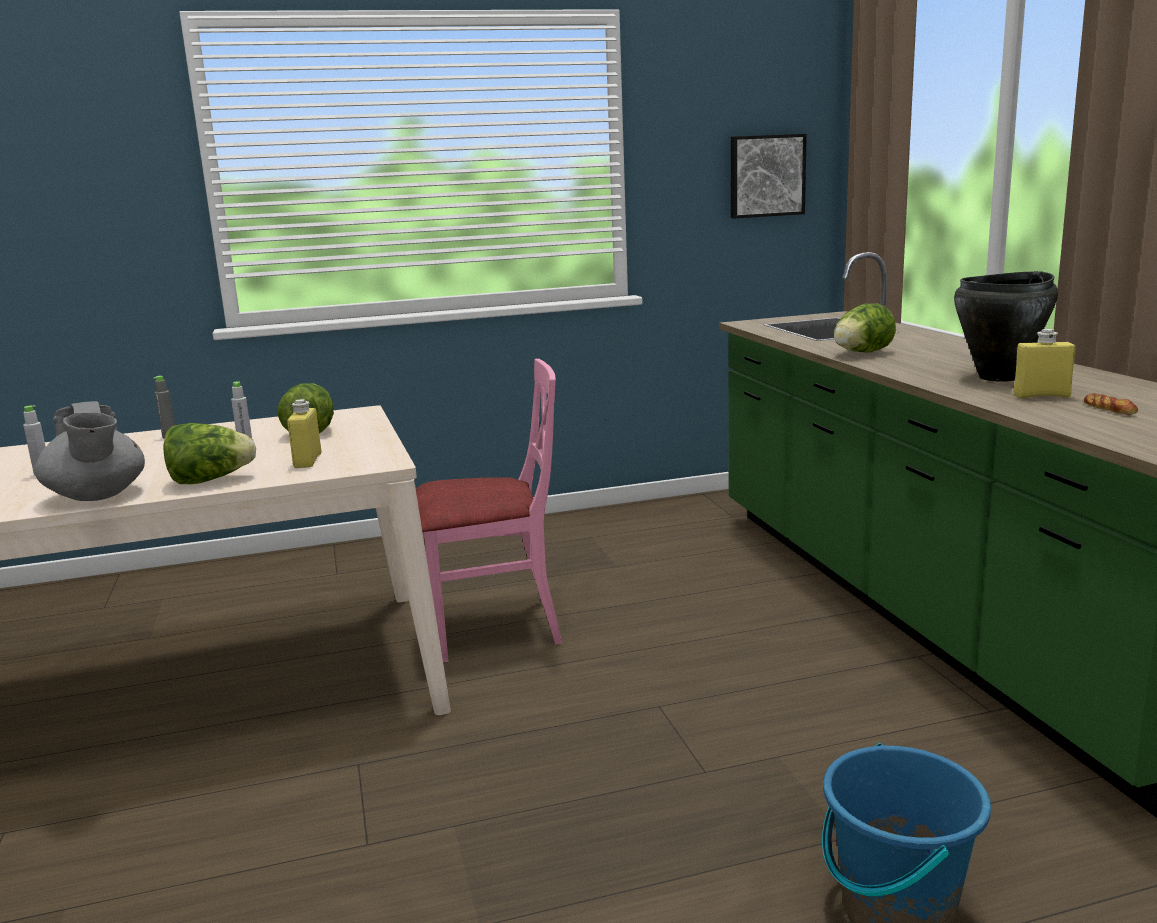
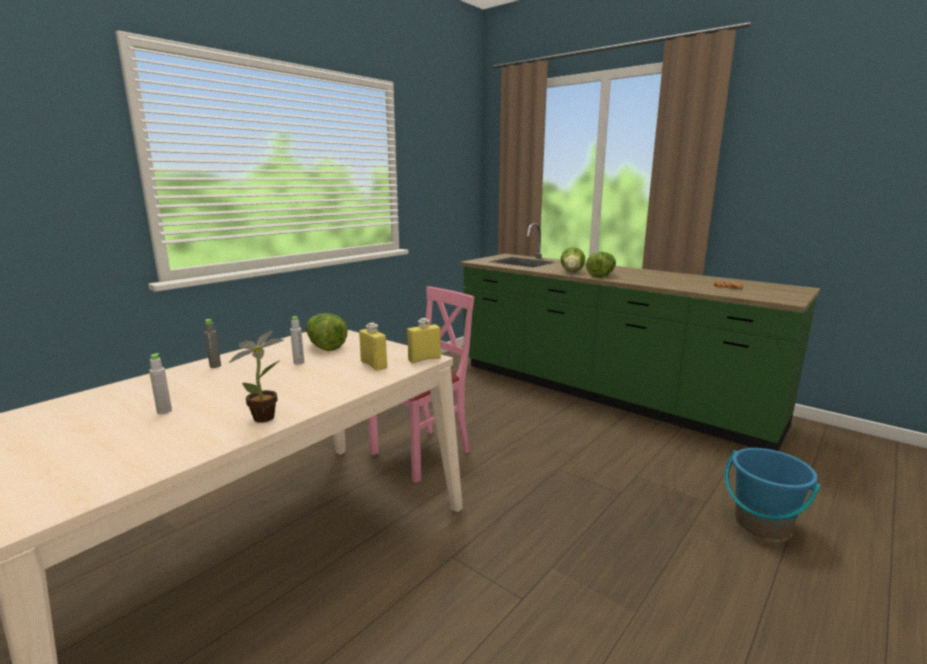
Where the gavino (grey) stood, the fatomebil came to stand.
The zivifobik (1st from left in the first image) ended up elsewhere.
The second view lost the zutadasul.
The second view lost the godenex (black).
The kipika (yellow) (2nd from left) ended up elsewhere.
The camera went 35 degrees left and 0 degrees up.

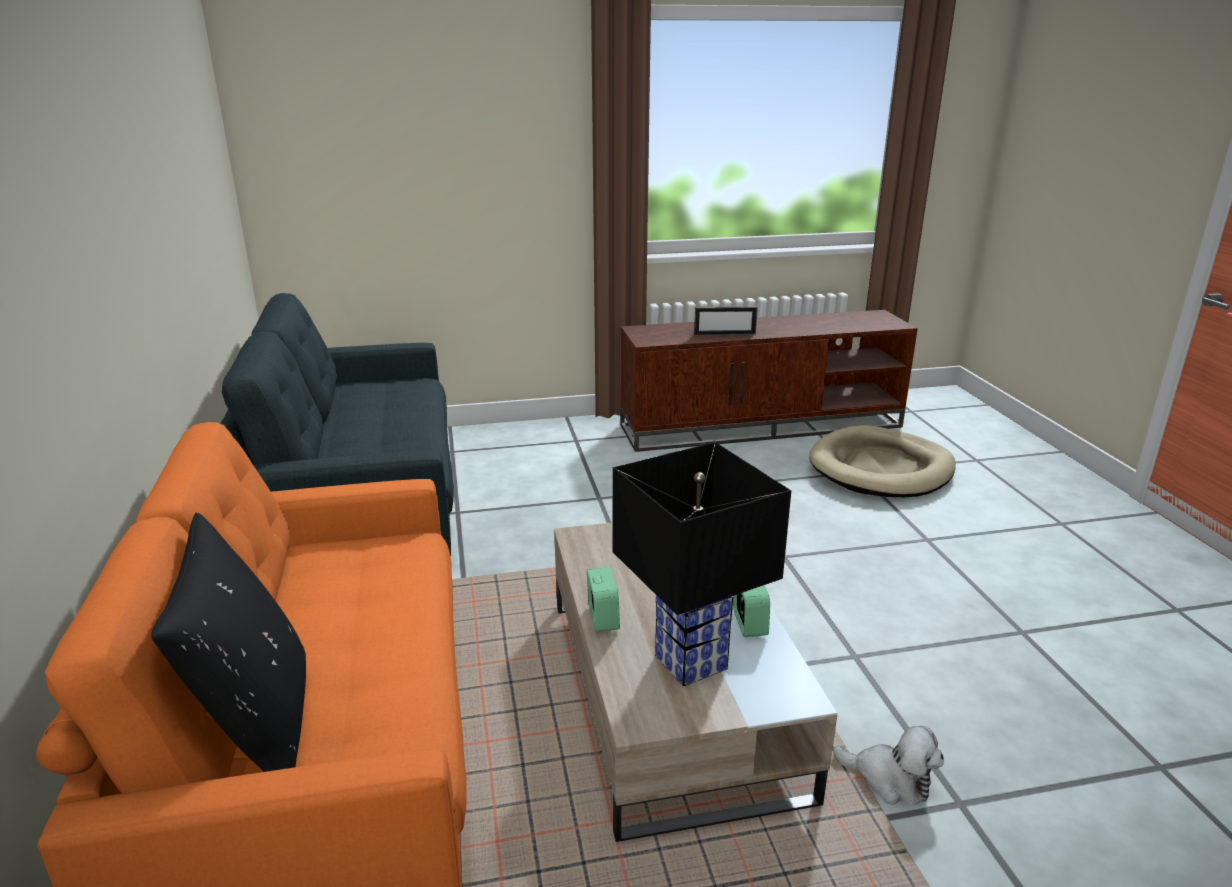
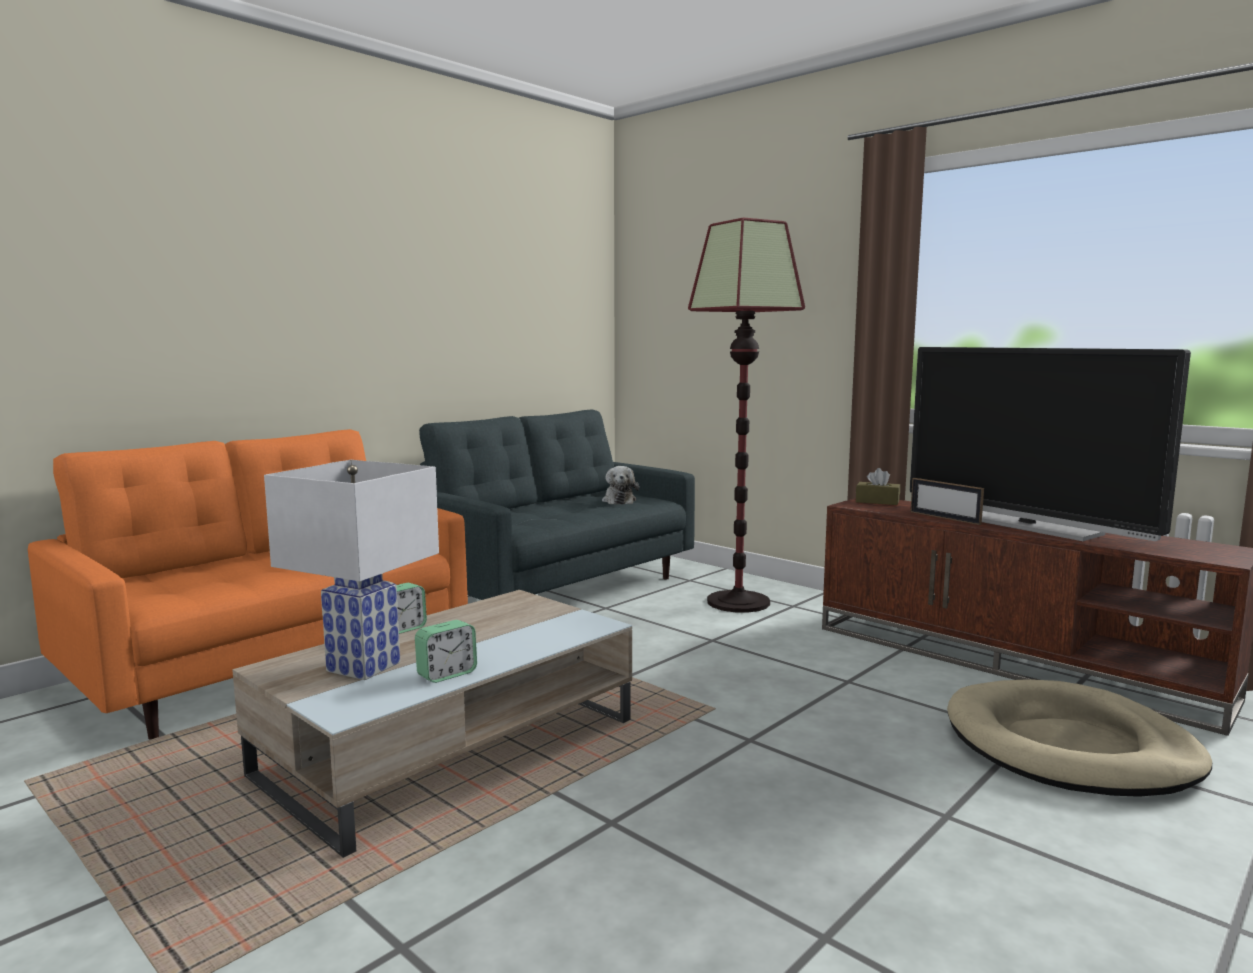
The second view lost the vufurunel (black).
What was the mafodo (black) turned into the mafodo (white).
The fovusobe ended up elsewhere.
The second view gained the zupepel.
The second view gained the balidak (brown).
The second view gained the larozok.
The camera went 55 degrees right and 15 degrees down.

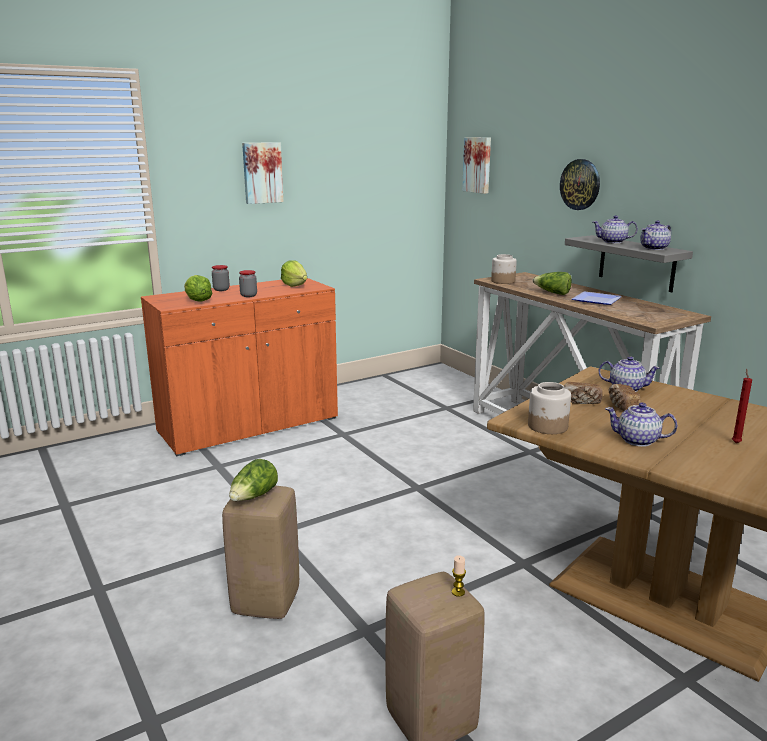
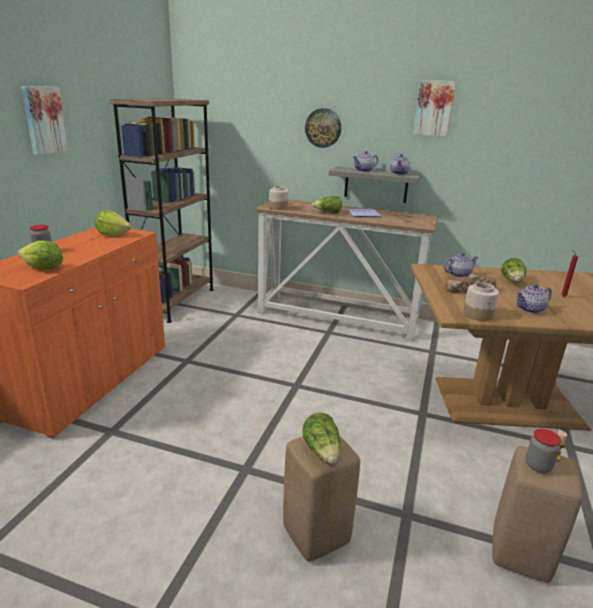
The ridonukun (2nd from left in the first image) ended up elsewhere.
The zutadasul (2nd from left) ended up elsewhere.
The second view gained the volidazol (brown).
The second view gained the zivifobik (5th from left).
The camera went 40 degrees left and 5 degrees up.

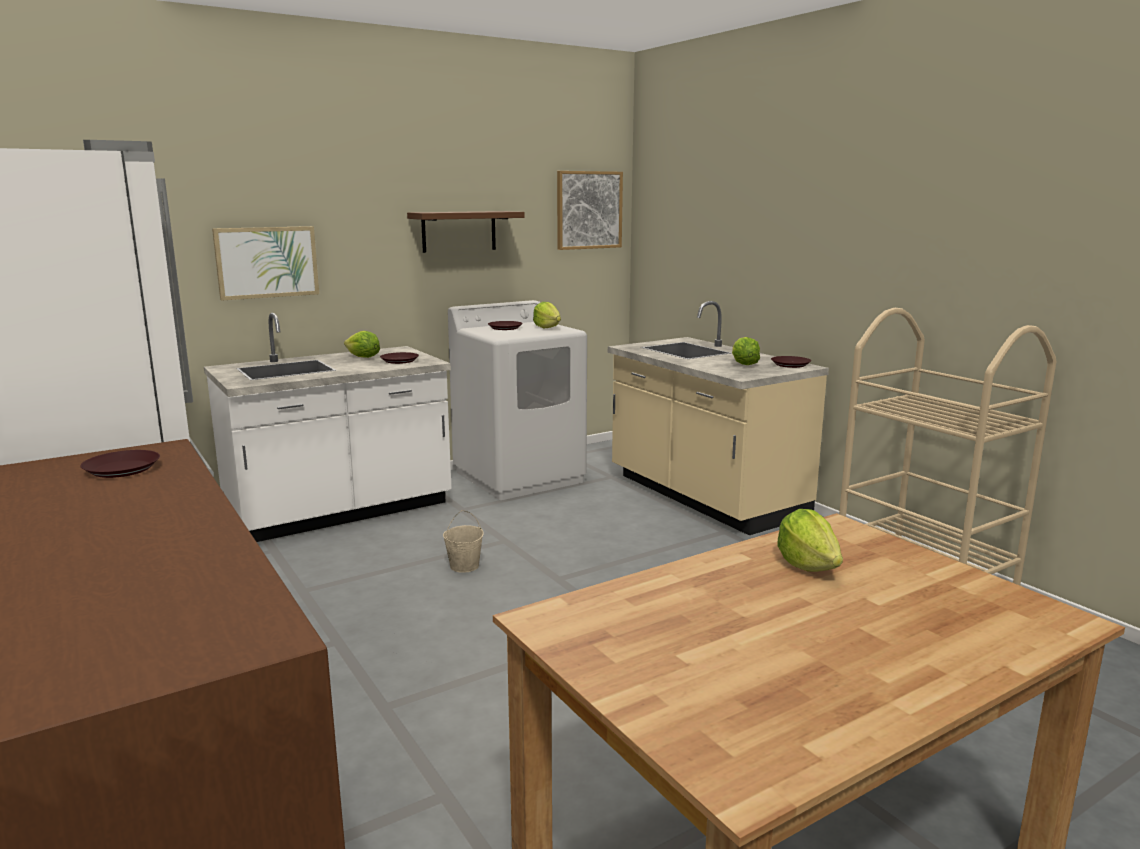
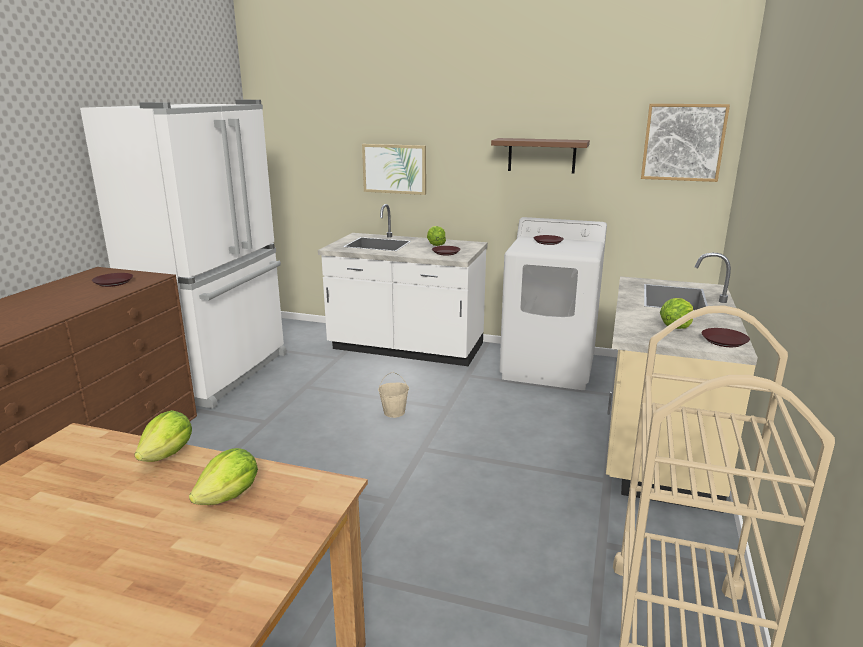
The zivifobik (2nd from left in the first image) ended up elsewhere.
The camera went 50 degrees right and 5 degrees up.

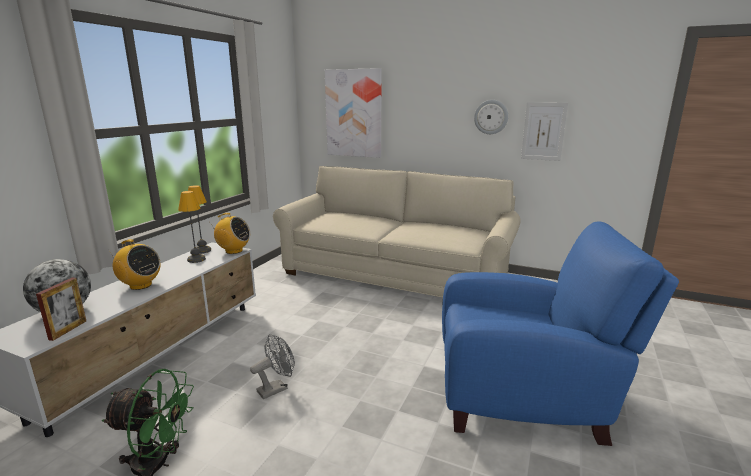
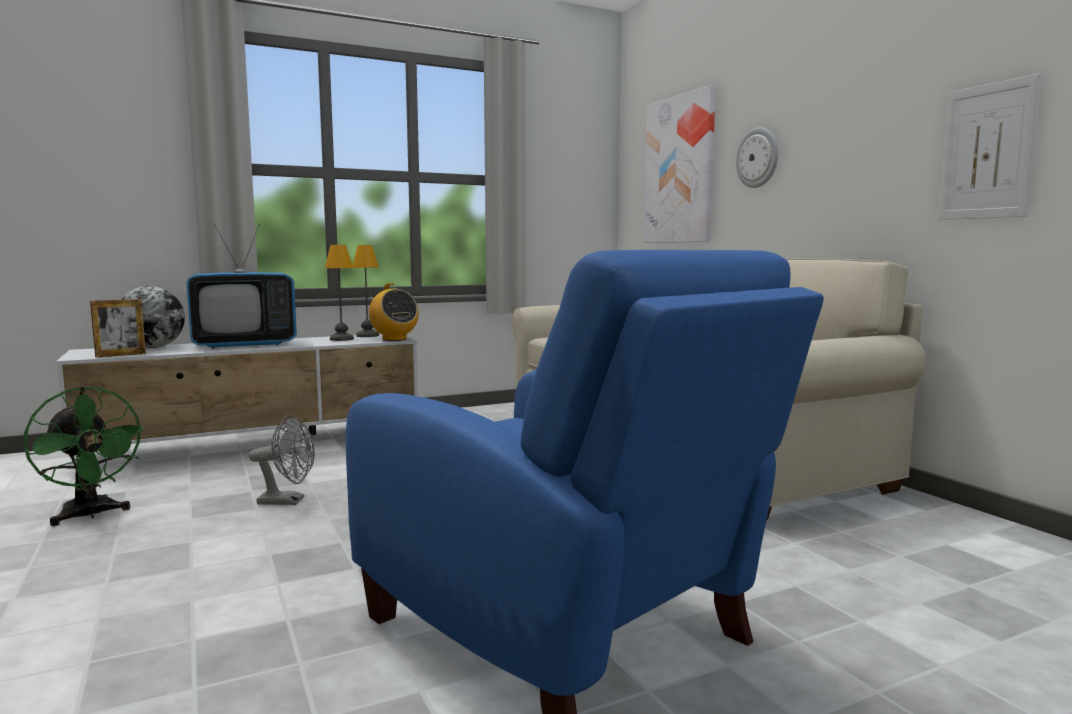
Where the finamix (1st from left) stood, the larozok came to stand.
The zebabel ended up elsewhere.
The camera went 40 degrees right and 10 degrees down.

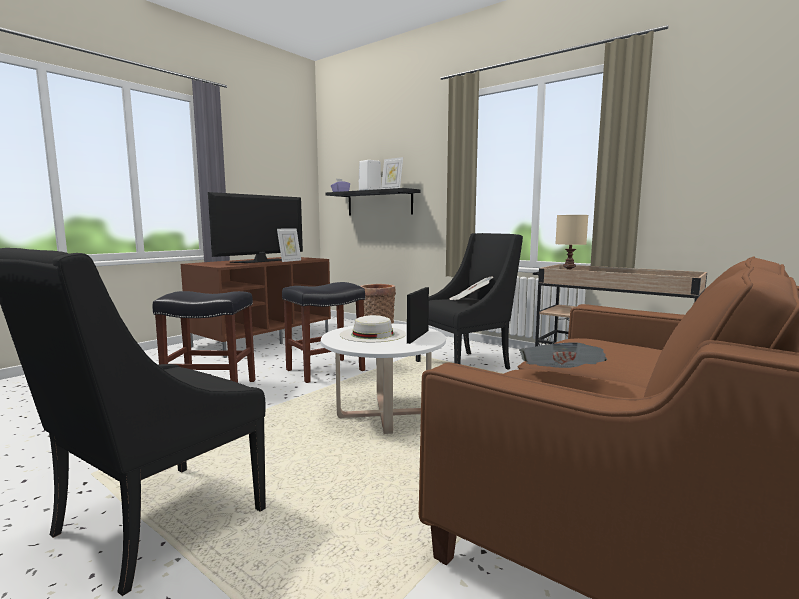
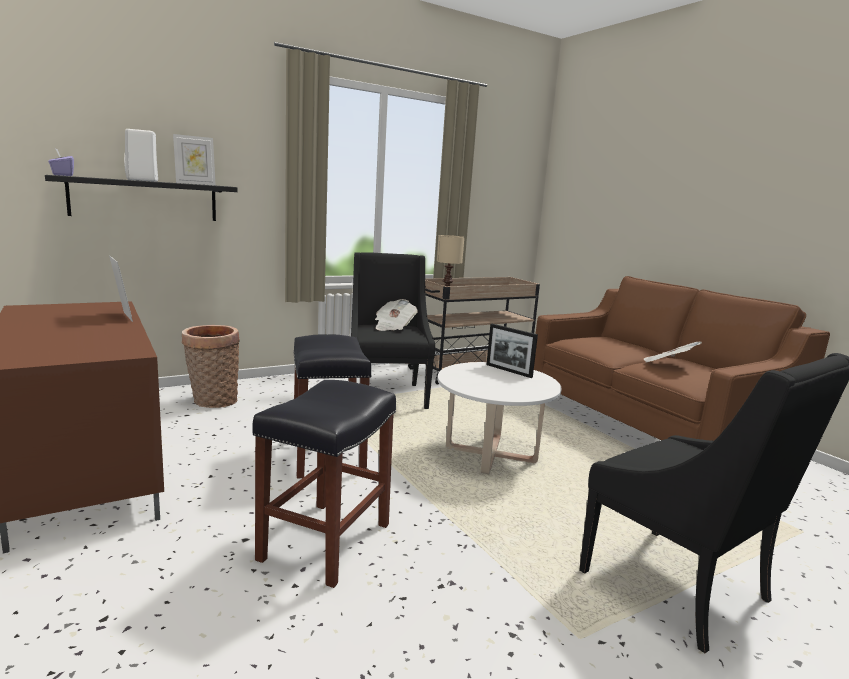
The second view lost the larozok.
The second view lost the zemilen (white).
The camera went 70 degrees left and 5 degrees up.

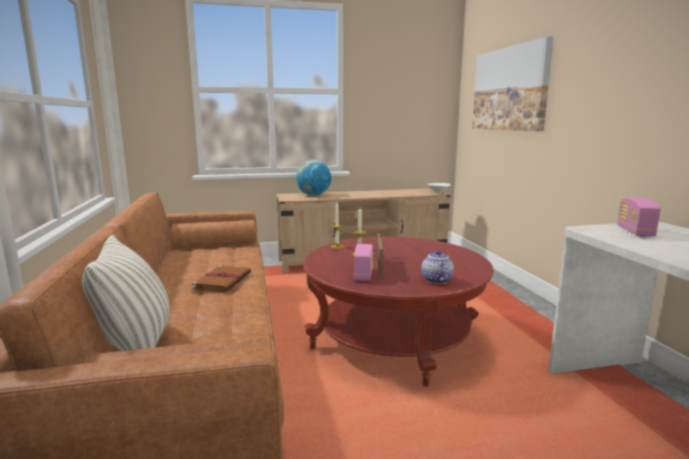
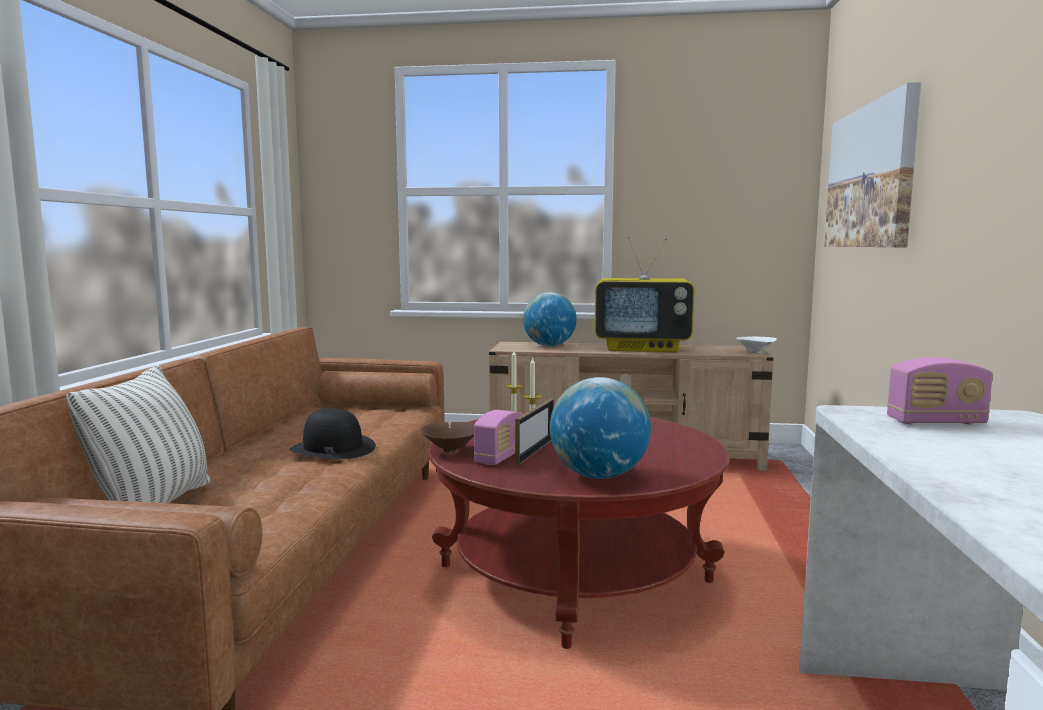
Where the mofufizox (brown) stood, the zemilen (black) came to stand.
Where the gavino stood, the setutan (2nd from left) came to stand.
The finamix (2nd from left) ended up facing another way, 120 degrees counterclockwise from before.
The second view gained the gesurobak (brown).
The second view gained the larozok.
The camera went 20 degrees right and 5 degrees down.

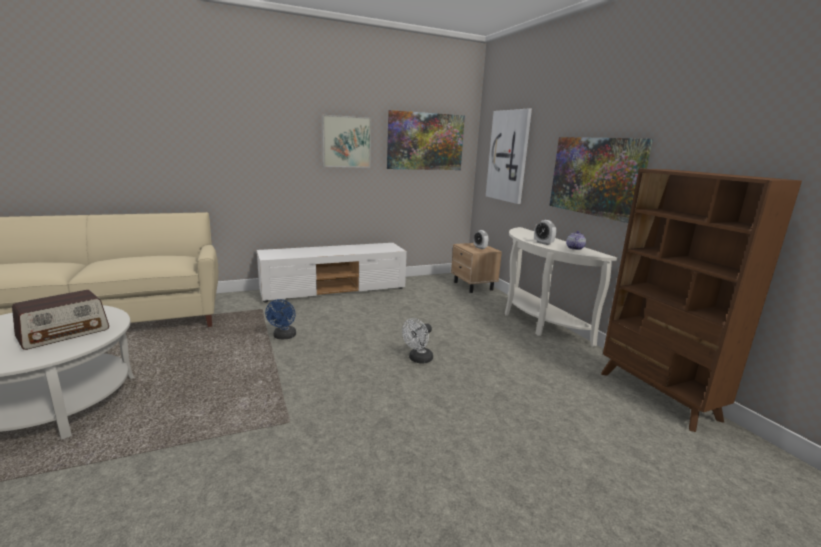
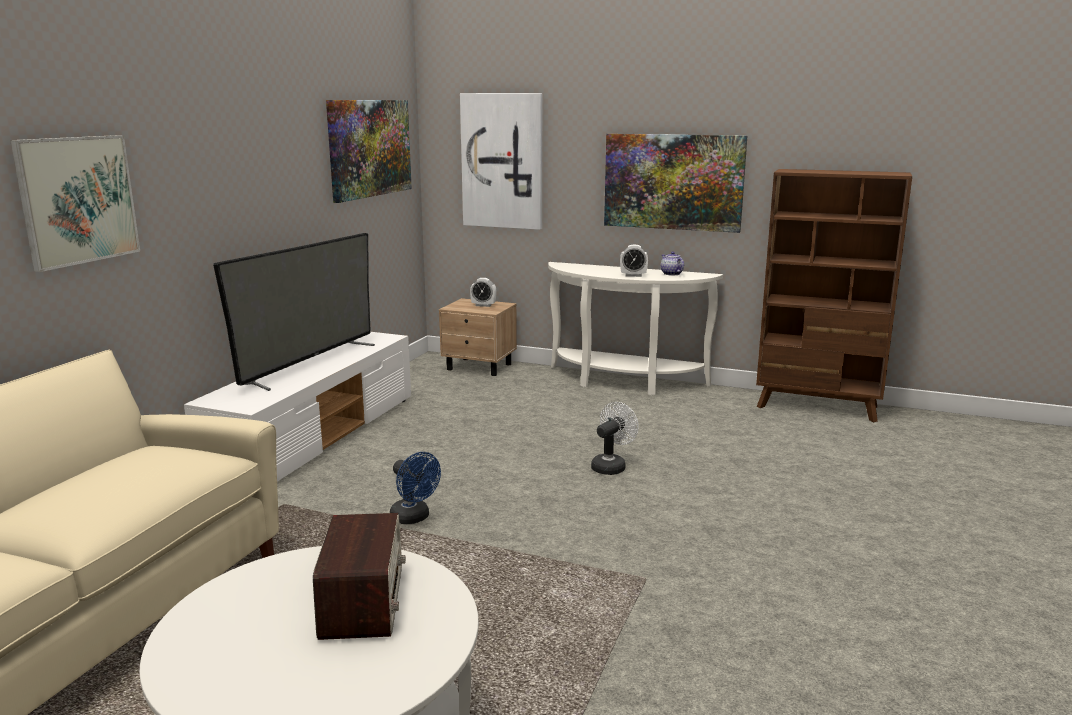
The zutadasul (1st from left) ended up elsewhere.
The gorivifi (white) ended up facing another way, 135 degrees counterclockwise from before.
The second view gained the larozok.
The camera went 45 degrees left and 0 degrees up.

